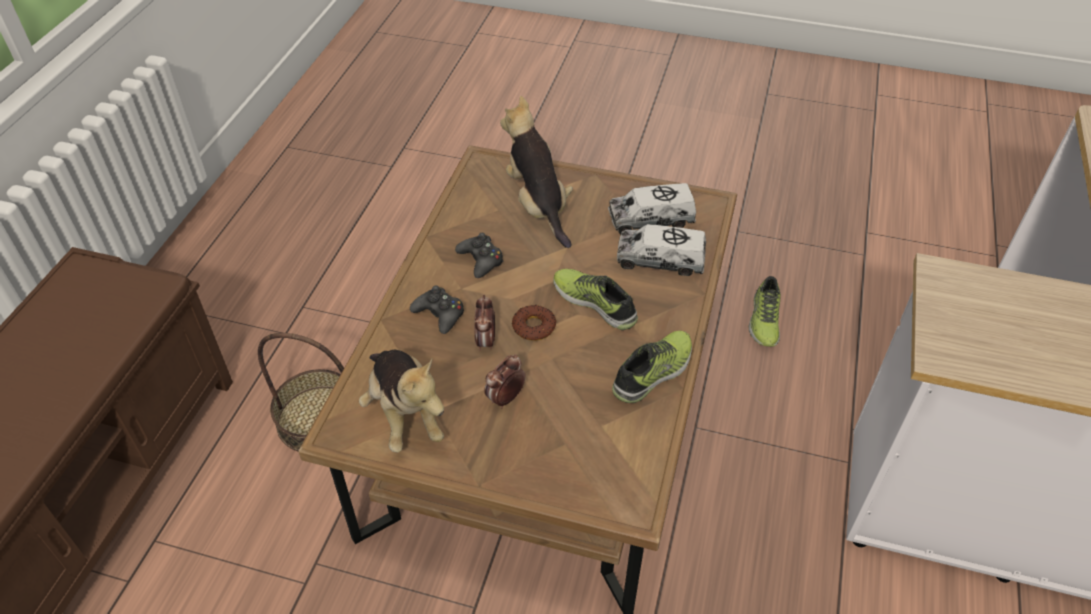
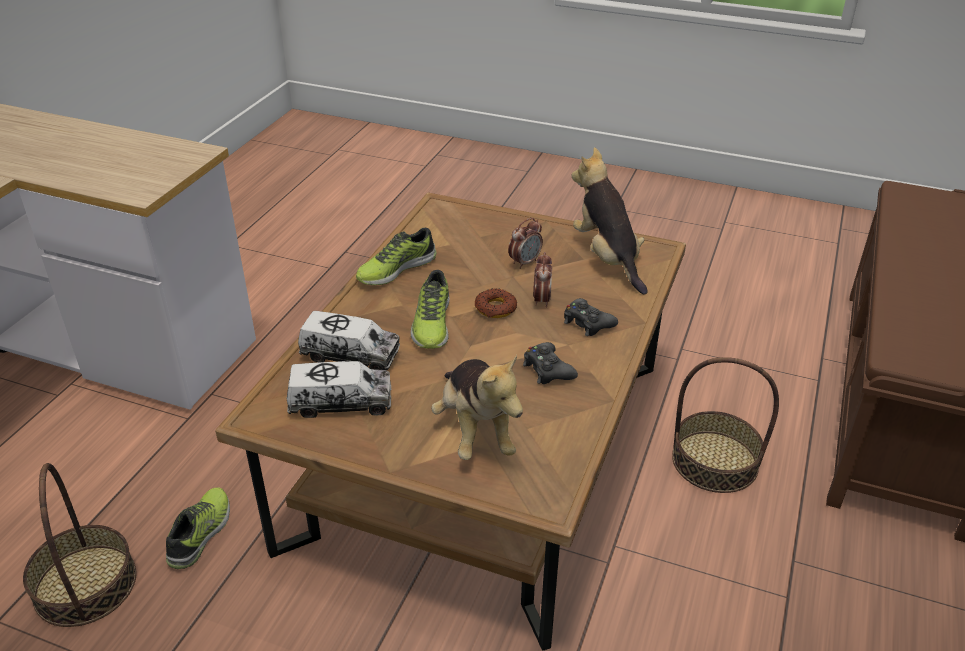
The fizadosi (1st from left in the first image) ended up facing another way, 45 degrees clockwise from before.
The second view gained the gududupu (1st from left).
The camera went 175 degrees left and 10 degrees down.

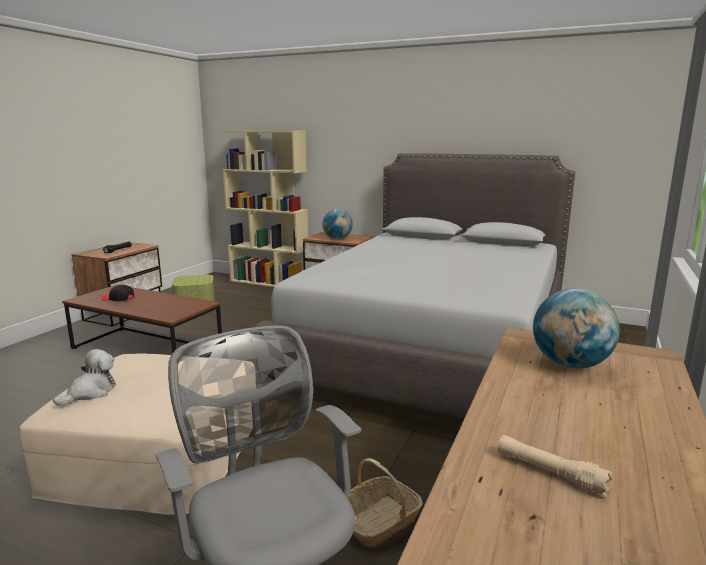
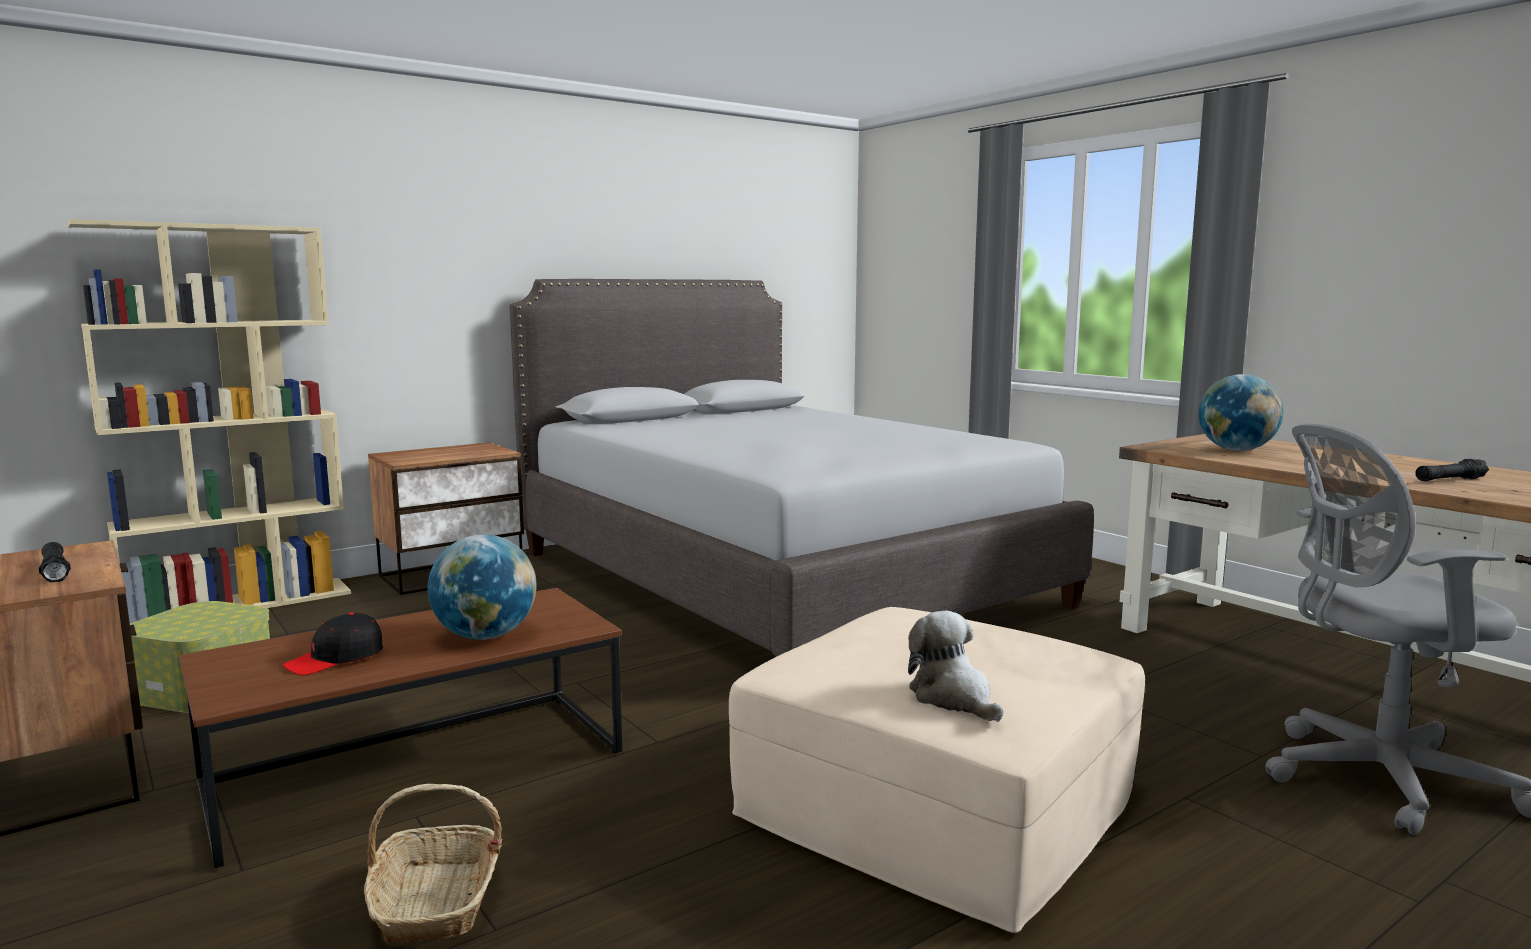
The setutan (1st from left) ended up elsewhere.
The gududupu ended up elsewhere.
What was the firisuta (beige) turned into the firisuta (black) (2nd from left).
The camera went 60 degrees left and 5 degrees down.

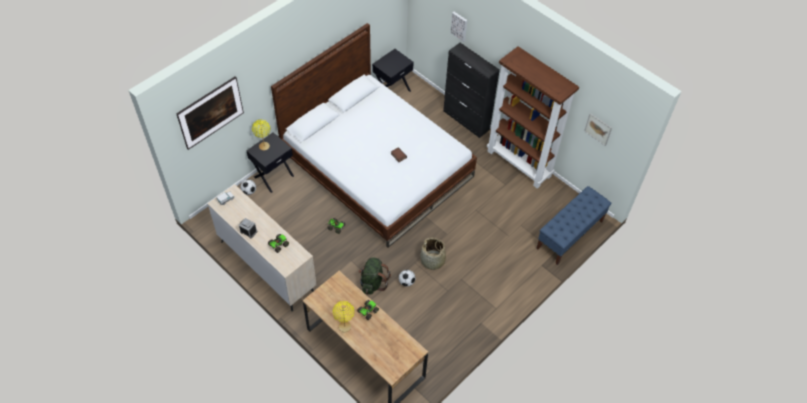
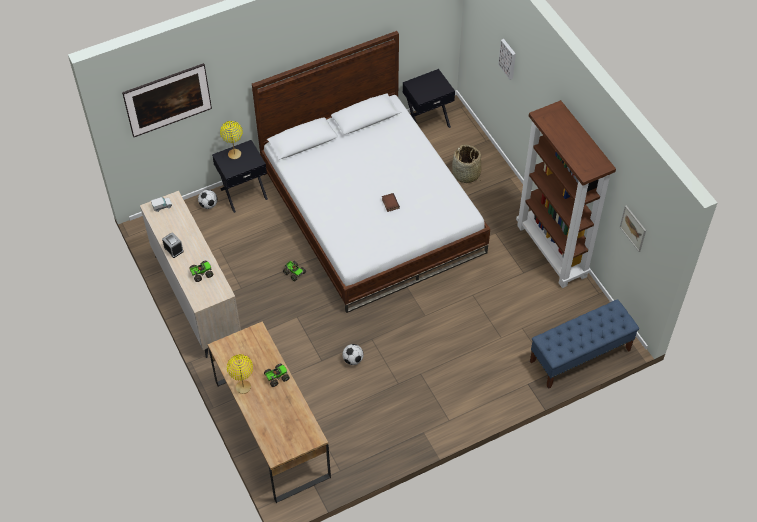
The second view lost the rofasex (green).
The gududupu ended up elsewhere.
The second view lost the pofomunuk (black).
The camera went 20 degrees right and 0 degrees up.

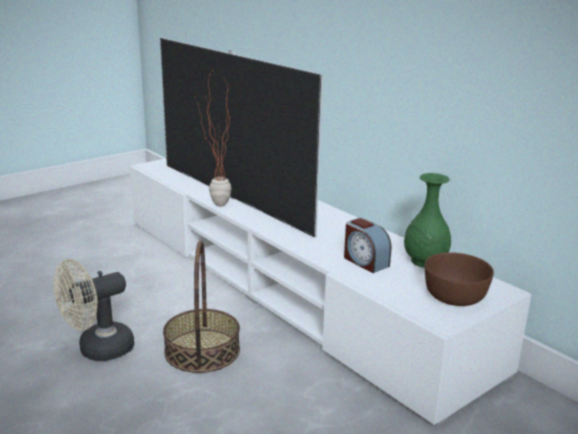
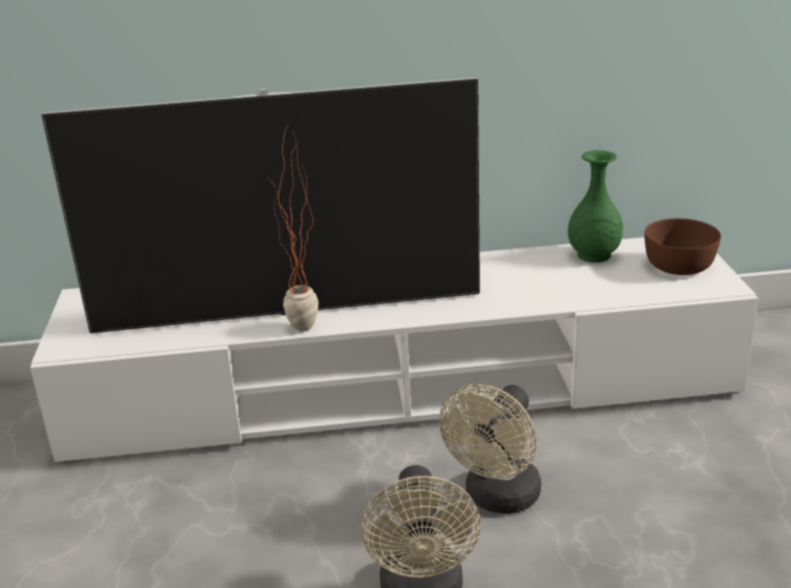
Where the gududupu stood, the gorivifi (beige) (2nd from left) came to stand.
The second view lost the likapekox.
The camera went 55 degrees left and 5 degrees up.

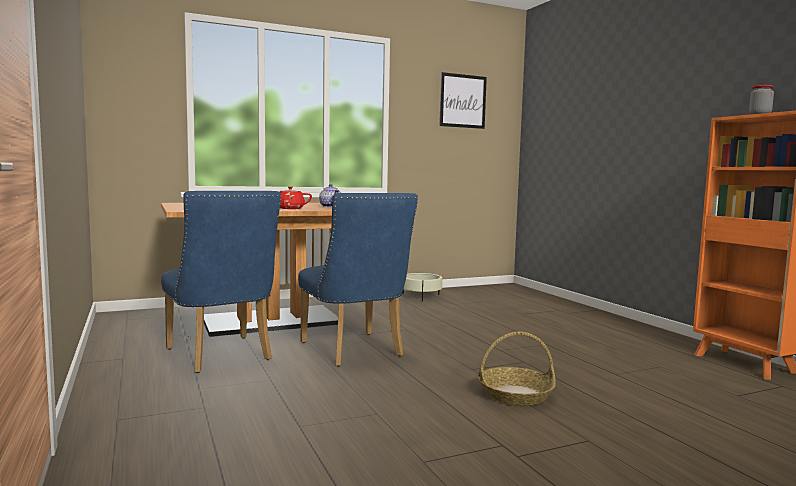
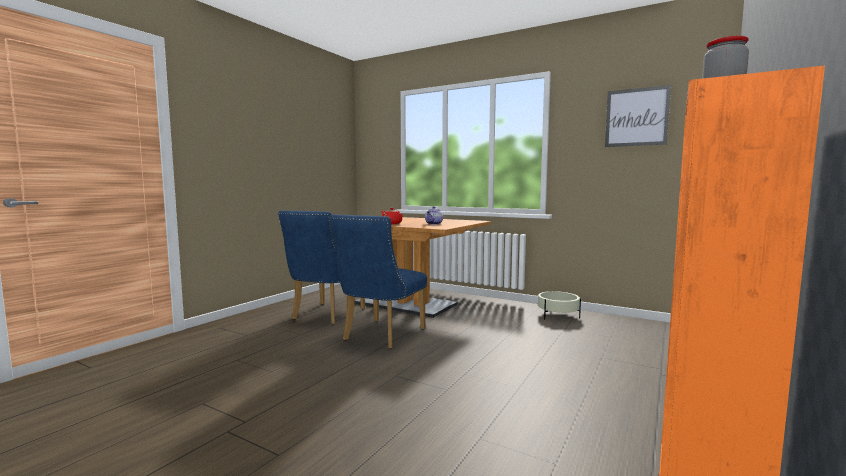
The second view lost the gududupu.
The camera went 55 degrees right and 0 degrees up.

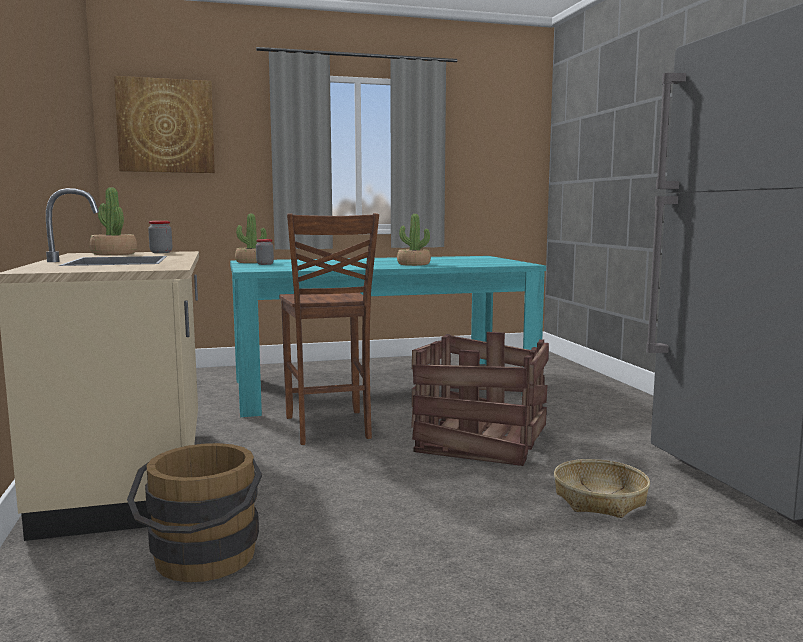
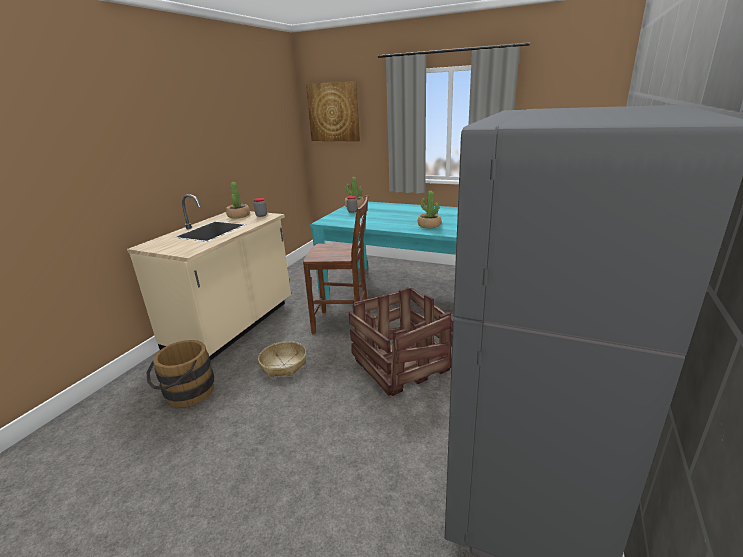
The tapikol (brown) ended up facing another way, 105 degrees counterclockwise from before.
The gududupu ended up elsewhere.
The camera went 40 degrees right and 15 degrees up.

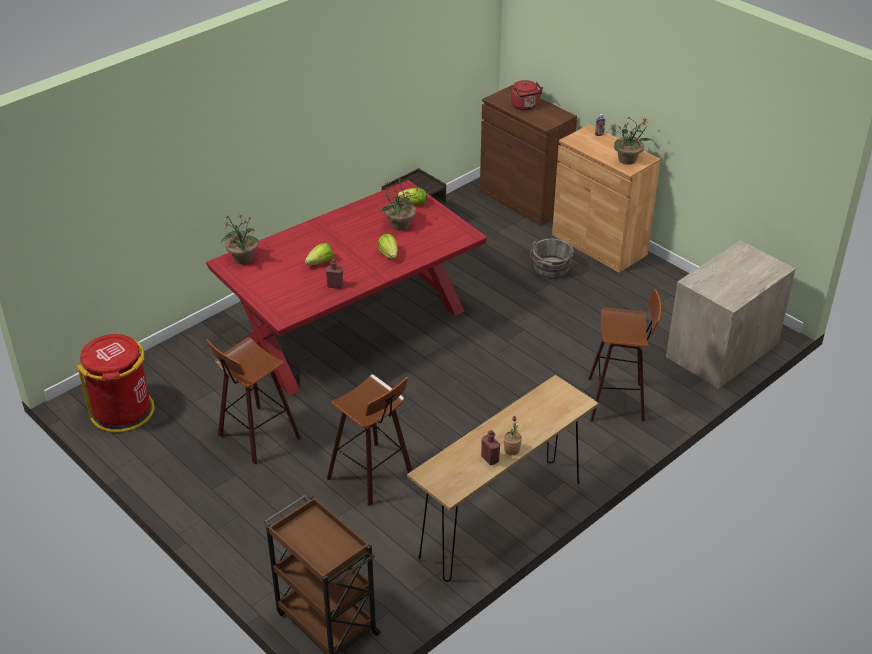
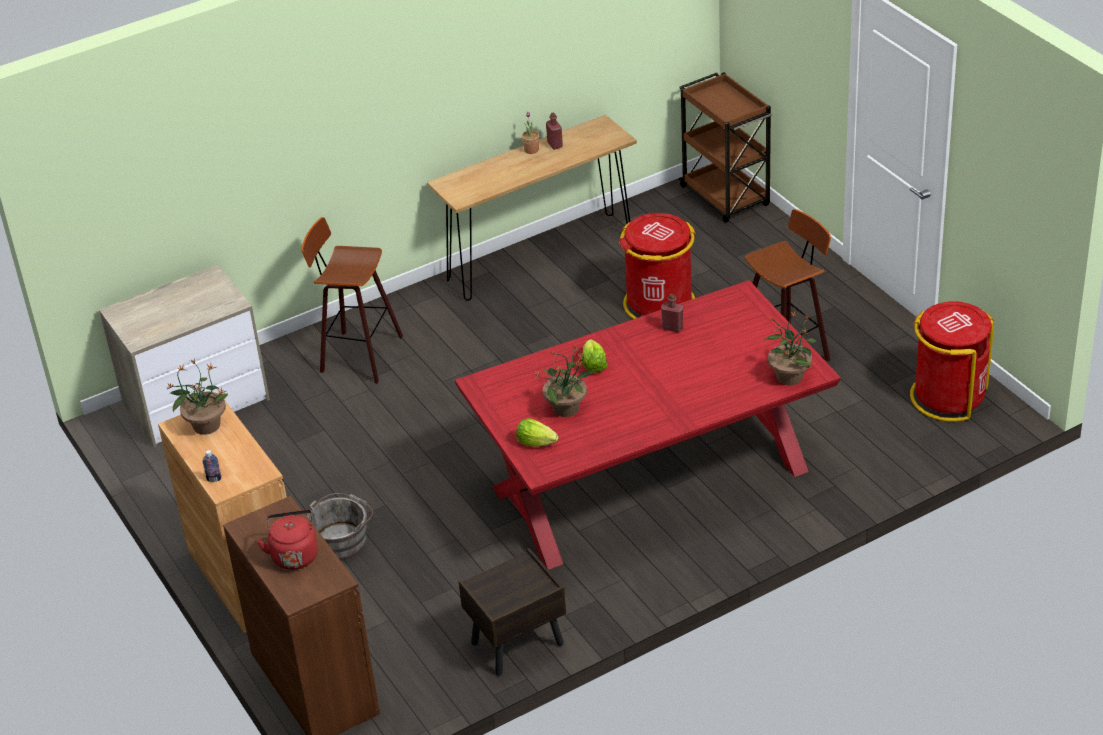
The second view lost the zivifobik (1st from left).
Where the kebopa (2nd from left) stood, the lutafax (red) (1st from left) came to stand.
The camera went 165 degrees left and 0 degrees up.

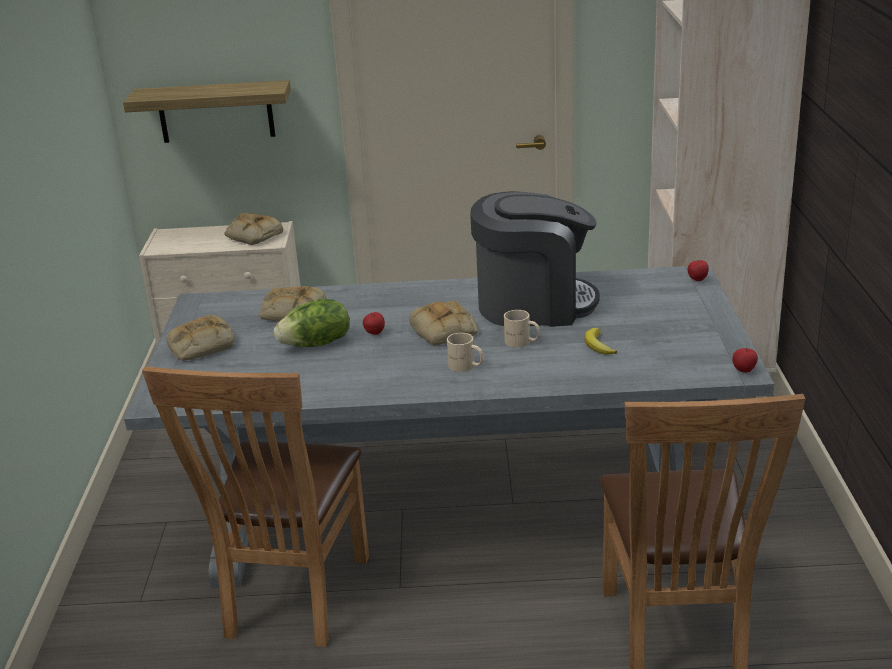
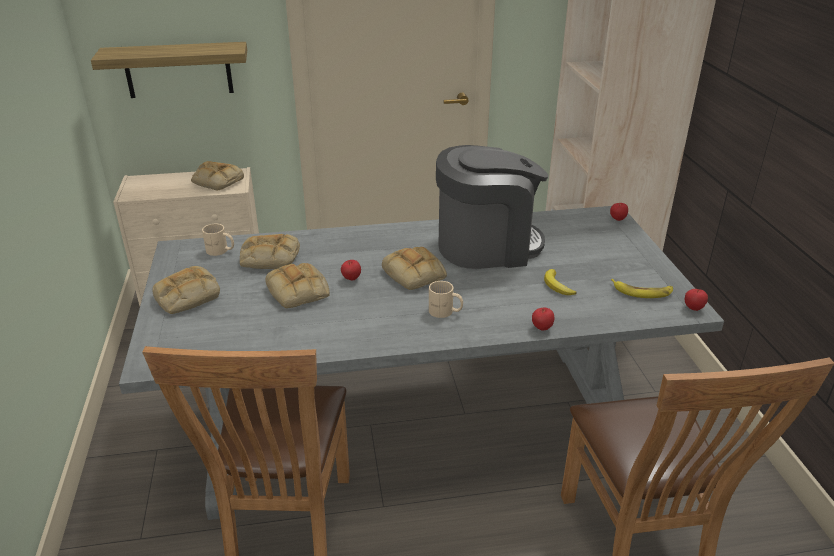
Where the zivifobik stood, the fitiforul (4th from left) came to stand.
The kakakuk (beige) (2nd from left in the first image) ended up elsewhere.
The second view gained the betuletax (2nd from left).
The second view gained the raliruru (2nd from left).
The camera went 10 degrees left and 5 degrees up.

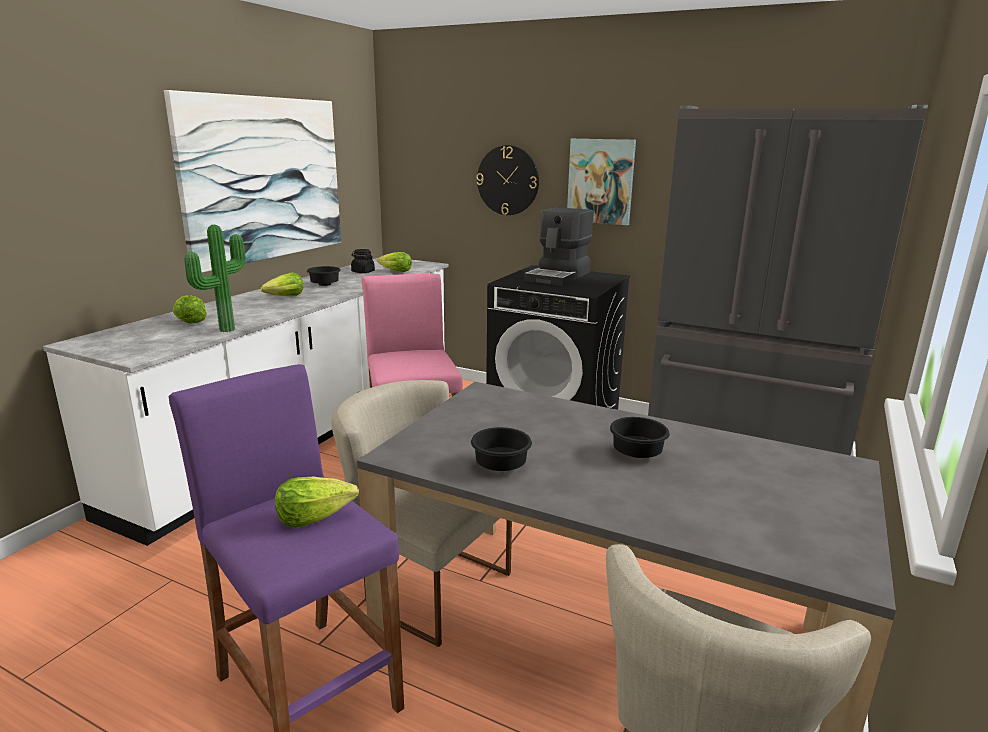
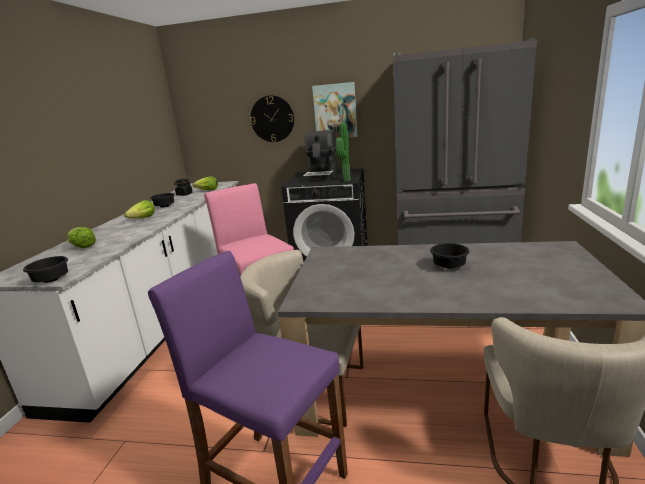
The second view lost the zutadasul (1st from left).
The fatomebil ended up elsewhere.
The second view lost the zivifobik (3rd from left).
The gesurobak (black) (2nd from left in the first image) ended up elsewhere.
The camera went 15 degrees left and 0 degrees up.

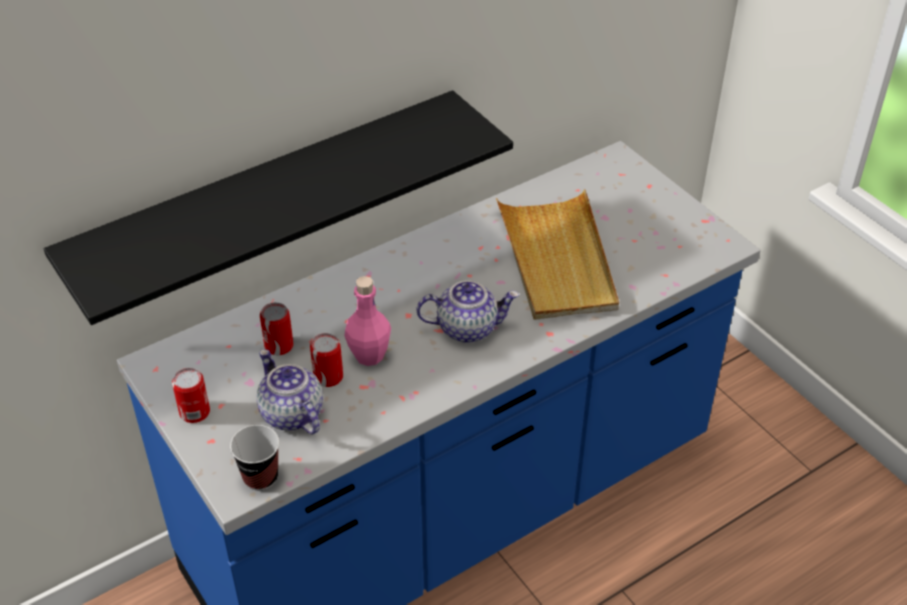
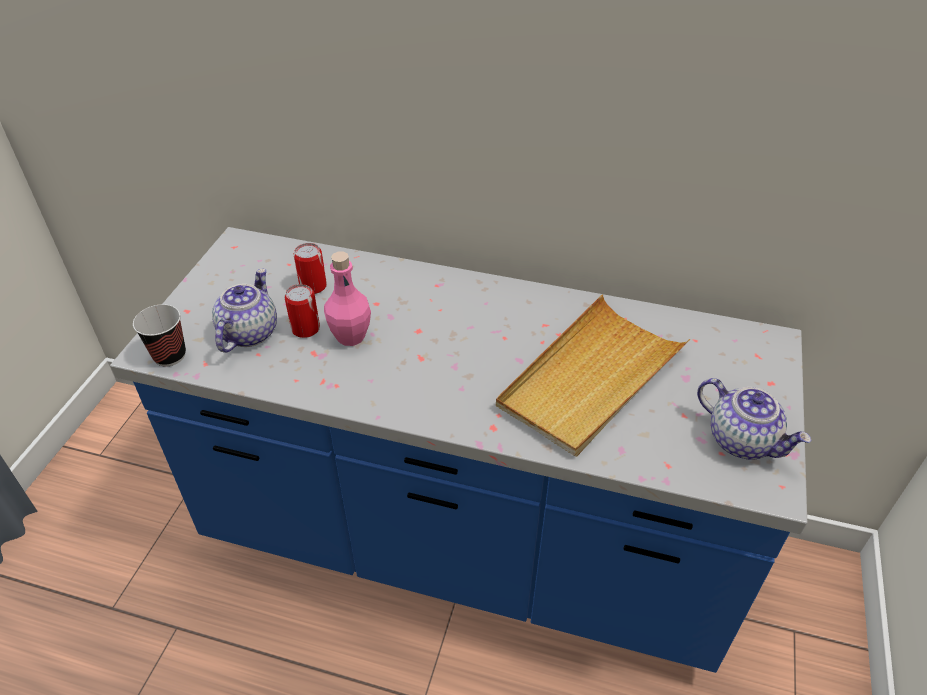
The second view lost the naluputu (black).
The second view lost the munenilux (1st from left).
The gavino (2nd from left) ended up elsewhere.
The camera went 50 degrees right and 0 degrees up.

